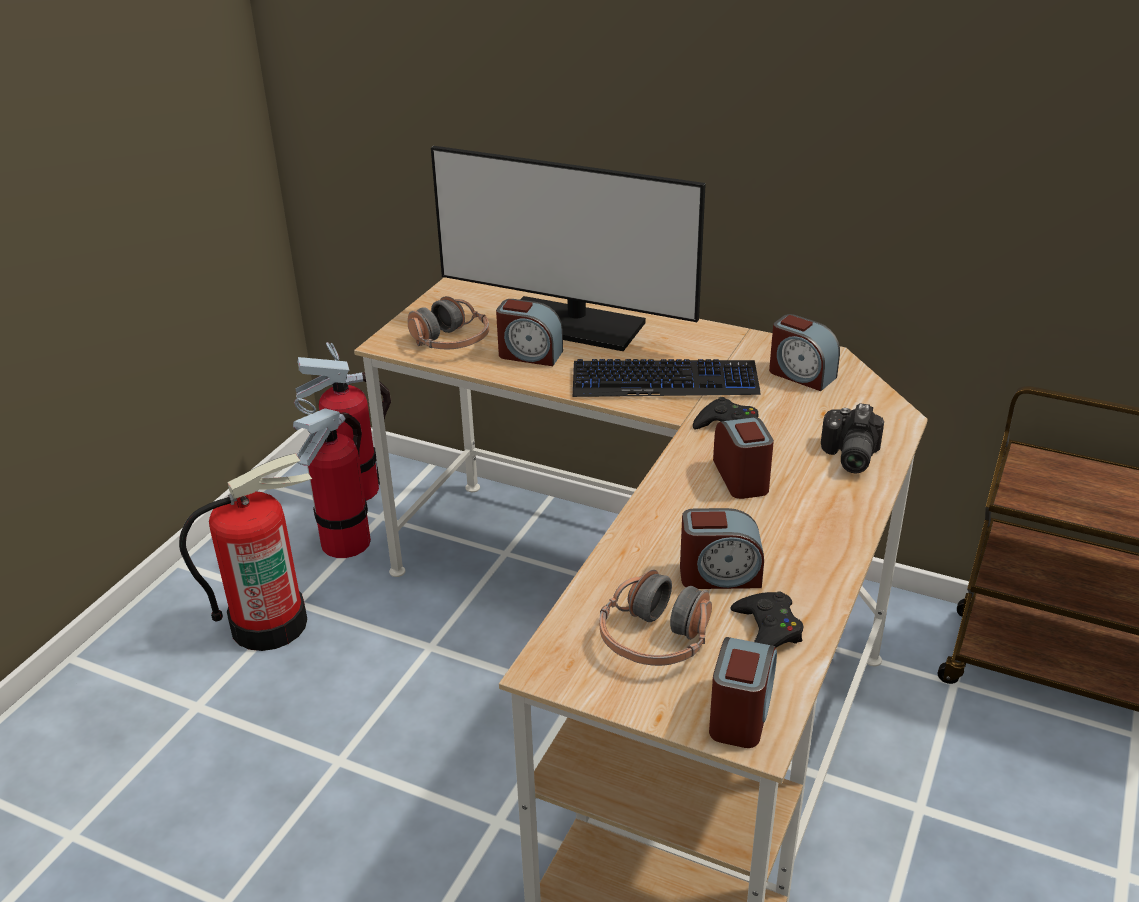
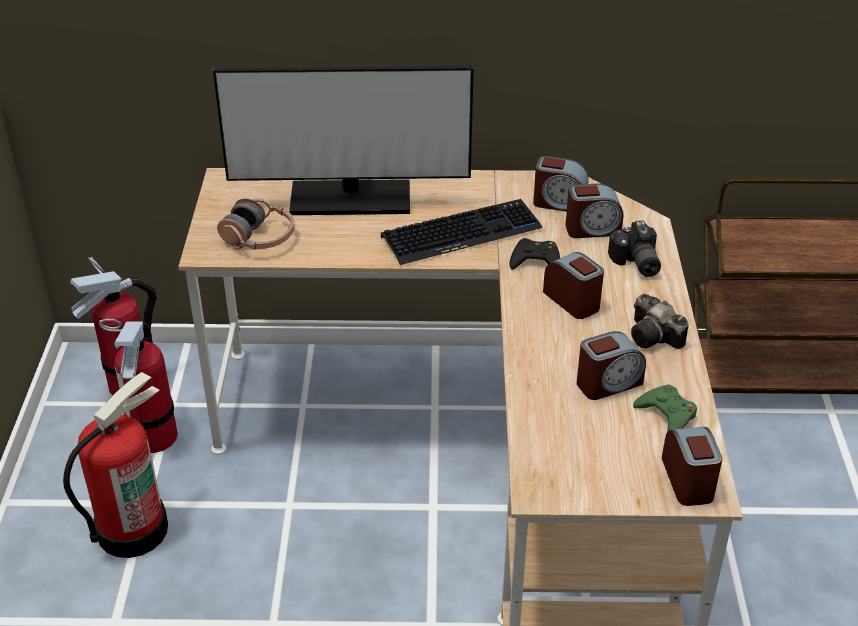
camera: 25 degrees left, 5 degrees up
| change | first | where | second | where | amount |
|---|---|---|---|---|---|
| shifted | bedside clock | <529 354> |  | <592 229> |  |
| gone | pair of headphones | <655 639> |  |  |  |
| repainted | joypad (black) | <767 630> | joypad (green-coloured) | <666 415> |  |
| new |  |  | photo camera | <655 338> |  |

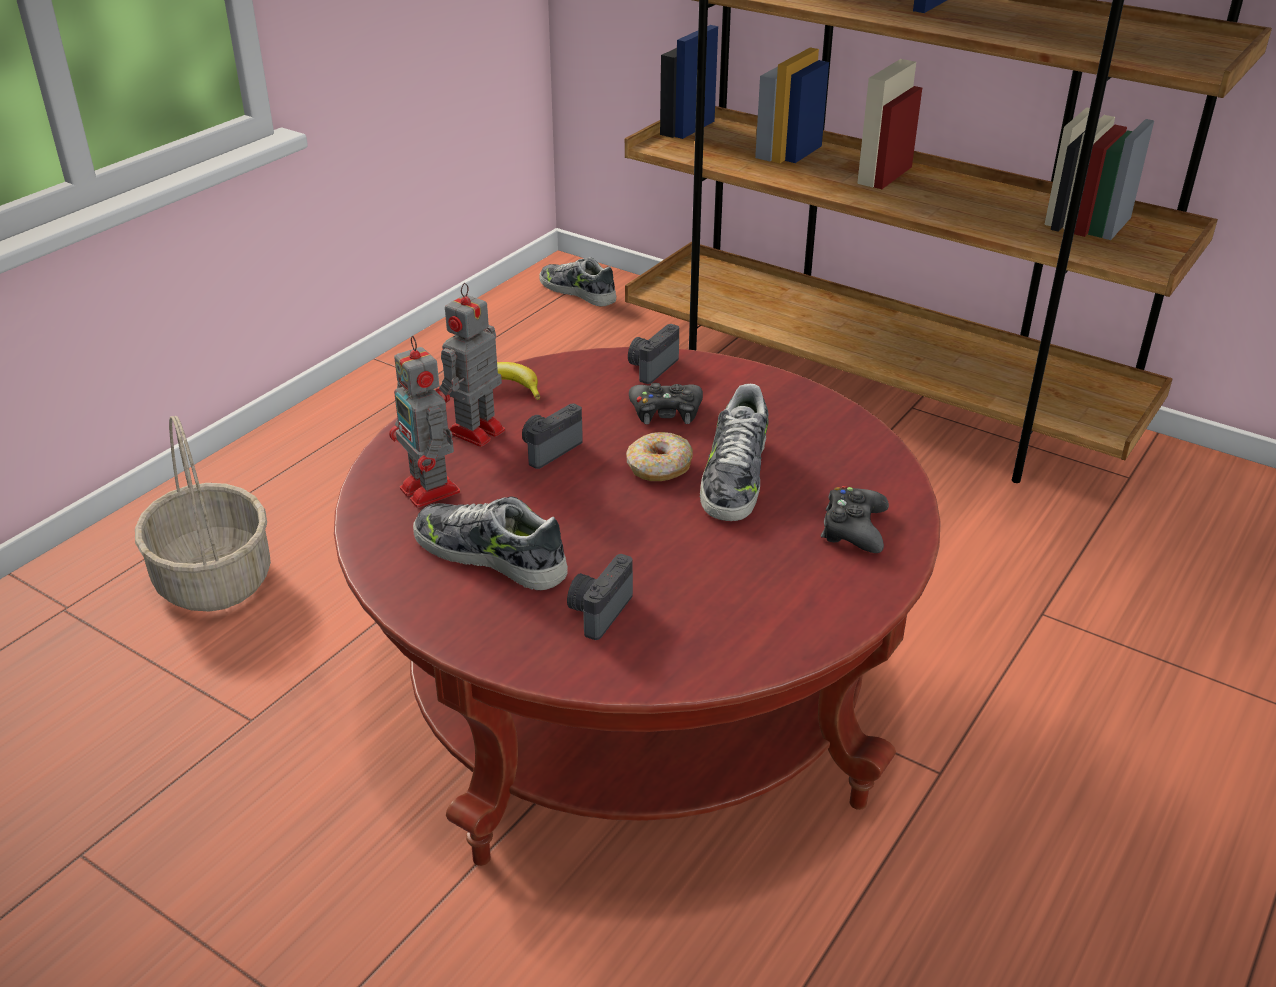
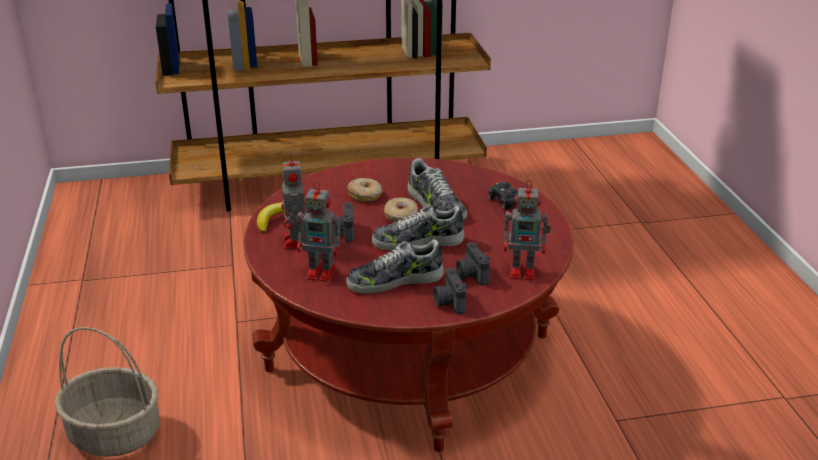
camera: 45 degrees left, 5 degrees down
| change | first | where | second | where | amount |
|---|---|---|---|---|---|
| shifted | shoe | <578 291> |  | <418 241> |  |
| shifted | photo camera | <651 367> |  | <448 302> |  |
| swapped | joypad (black) | <666 411> | ring doughnut | <365 195> |  |
| new |  |  | model robot | <524 271> |  |

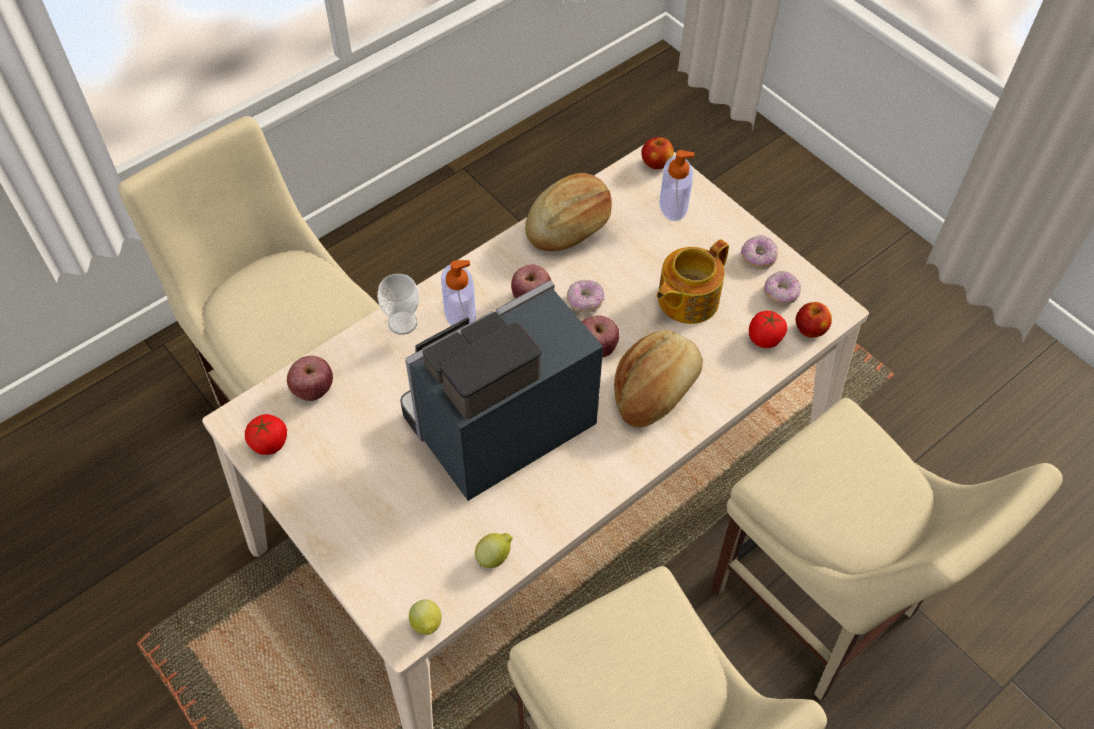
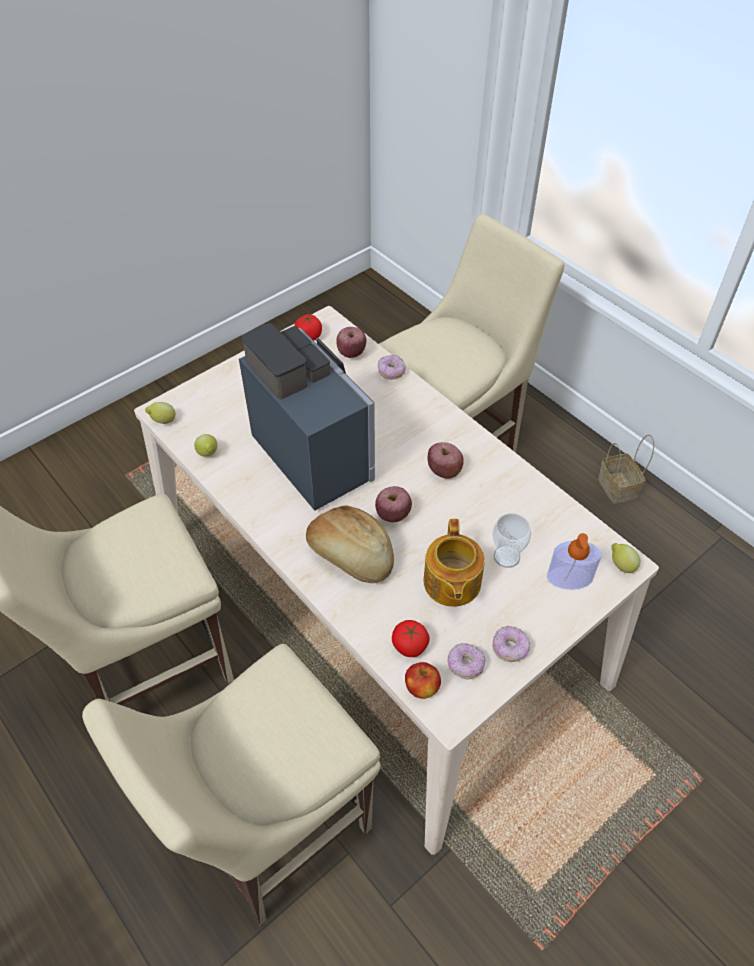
camera: 90 degrees right, 5 degrees down
| change | first | where | second | where | amount |
|---|---|---|---|---|---|
| swapped | apple | <656 163> | lemon | <621 565> |  |
| gone | bread | <569 225> |  |  |  |
| rotated | teapot | <686 299> |  | <451 583> | 135 degrees counterclockwise |
| gone | soap bottle | <460 312> |  |  |  |
| shifted | small cup | <402 323> |  | <506 557> |  |
| shifted | ring doughnut | <585 301> |  | <391 372> |  |
| new |  |  | storage basket | <618 488> |  |

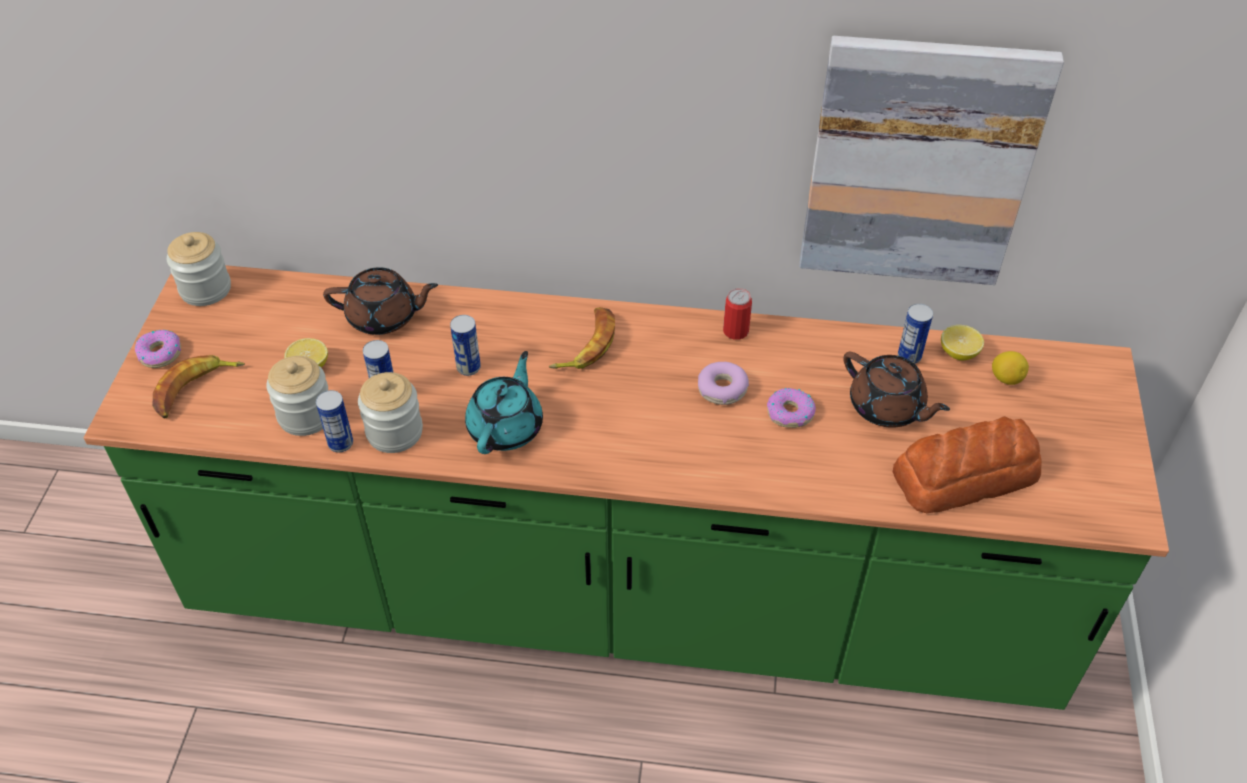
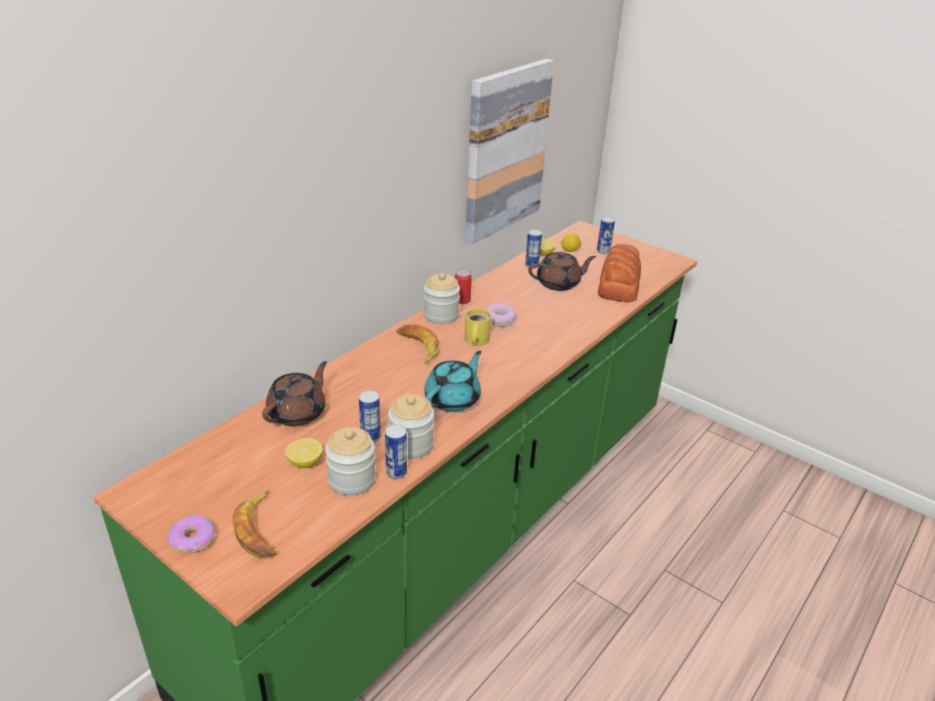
camera: 60 degrees left, 15 degrees down
| change | first | where | second | where | amount |
|---|---|---|---|---|---|
| shifted | preserve jar | <205 289> |  | <441 316> |  |
| shifted | metal can | <468 367> |  | <603 251> |  |
| rotated | teapot (blue-green) | <506 427> |  | <453 399> | 75 degrees clockwise |
| gone | ring doughnut | <790 413> |  |  |  |
| new |  |  | tea mug (yellow) | <475 340> |  |

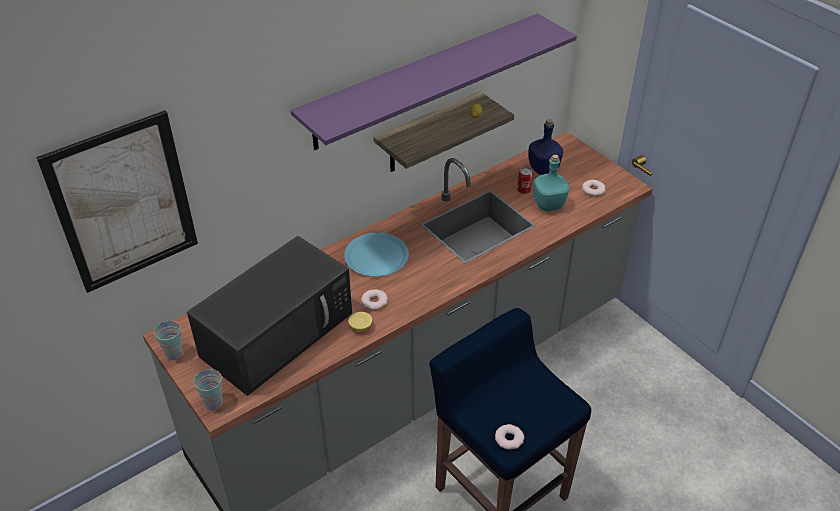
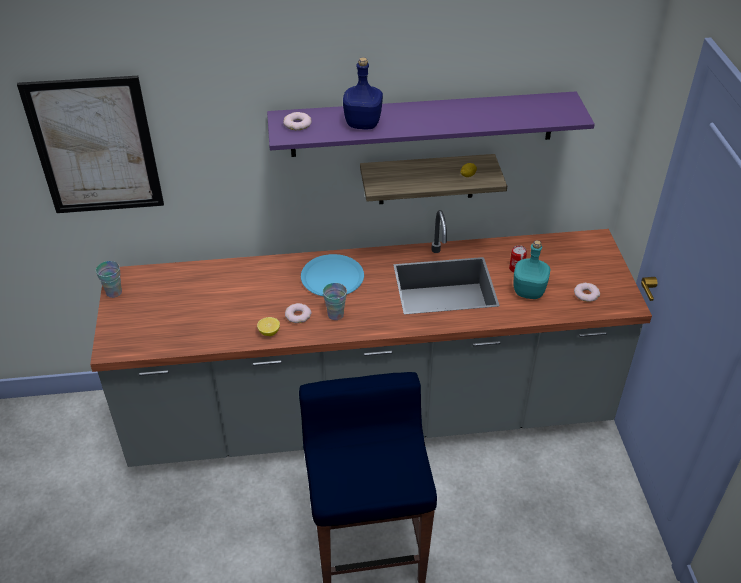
camera: 30 degrees right, 0 degrees up
| change | first | where | second | where | amount |
|---|---|---|---|---|---|
| shifted | bottle (blue) | <544 169> |  | <363 124> |  |
| gone | microwave (black) | <278 332> |  |  |  |
| shifted | small cup | <213 403> |  | <335 314> |  |
| shifted | ring doughnut | <509 439> |  | <297 124> |  |

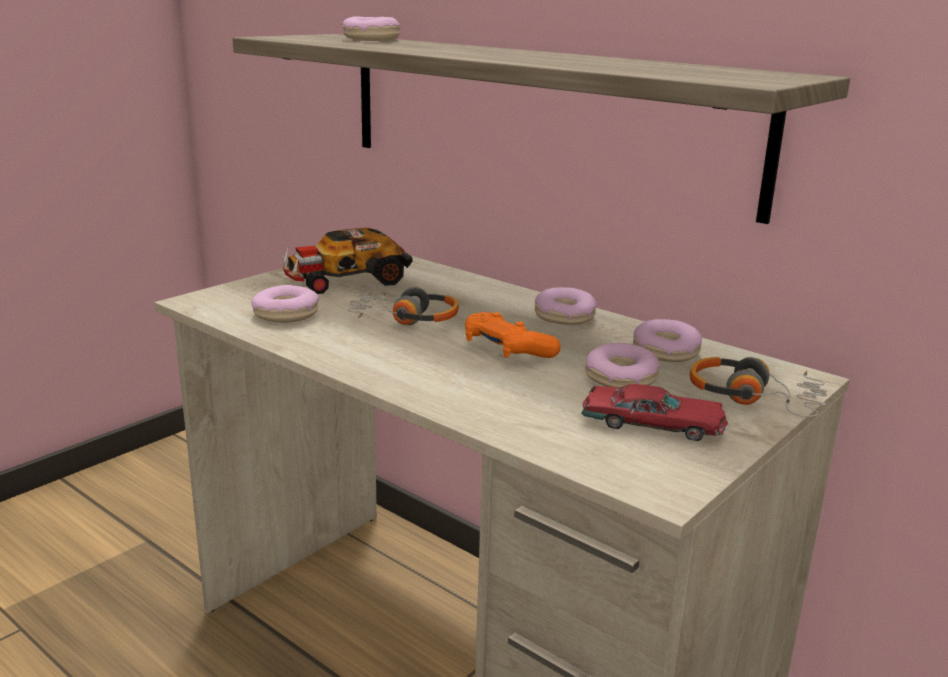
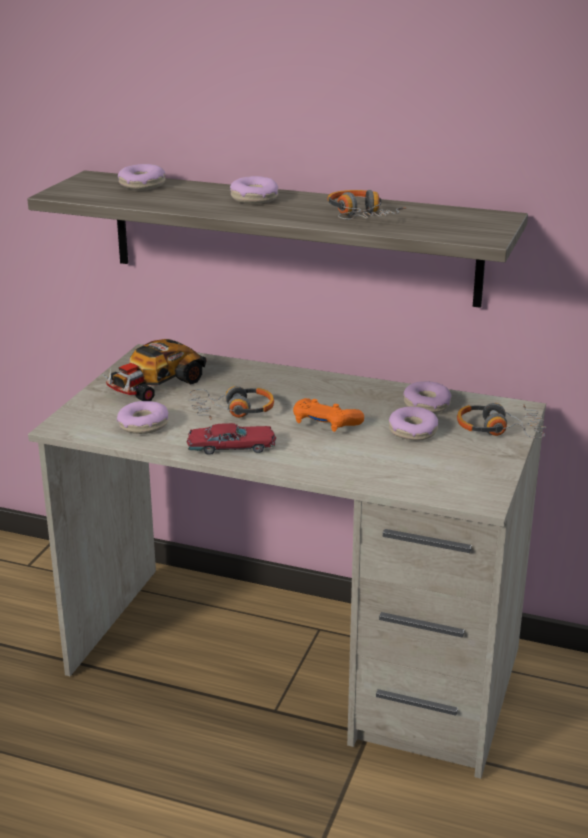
camera: 20 degrees left, 5 degrees up
| change | first | where | second | where | amount |
|---|---|---|---|---|---|
| shifted | ring doughnut | <564 317> |  | <254 199> |  |
| shifted | toy car (red-coloured) | <652 424> |  | <231 447> |  |
| new |  |  | pair of headphones | <360 216> |  |

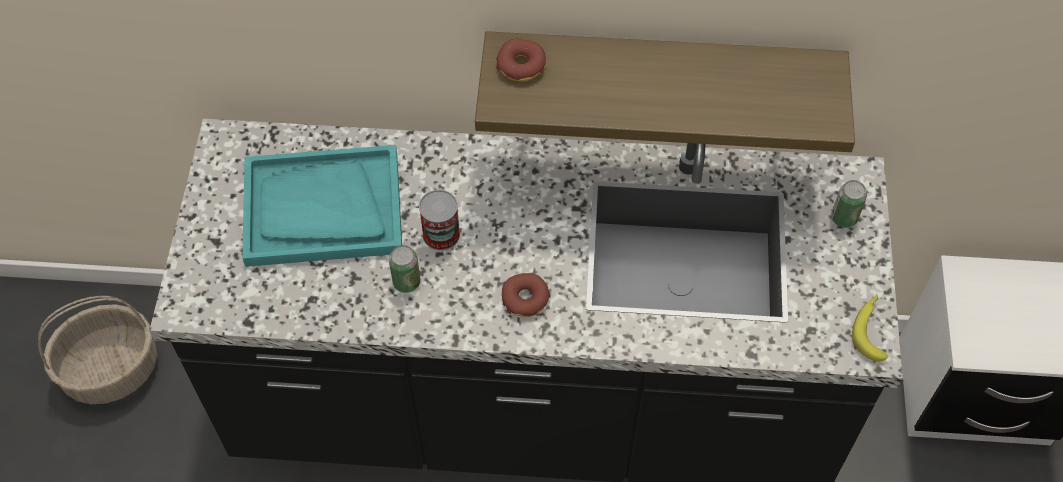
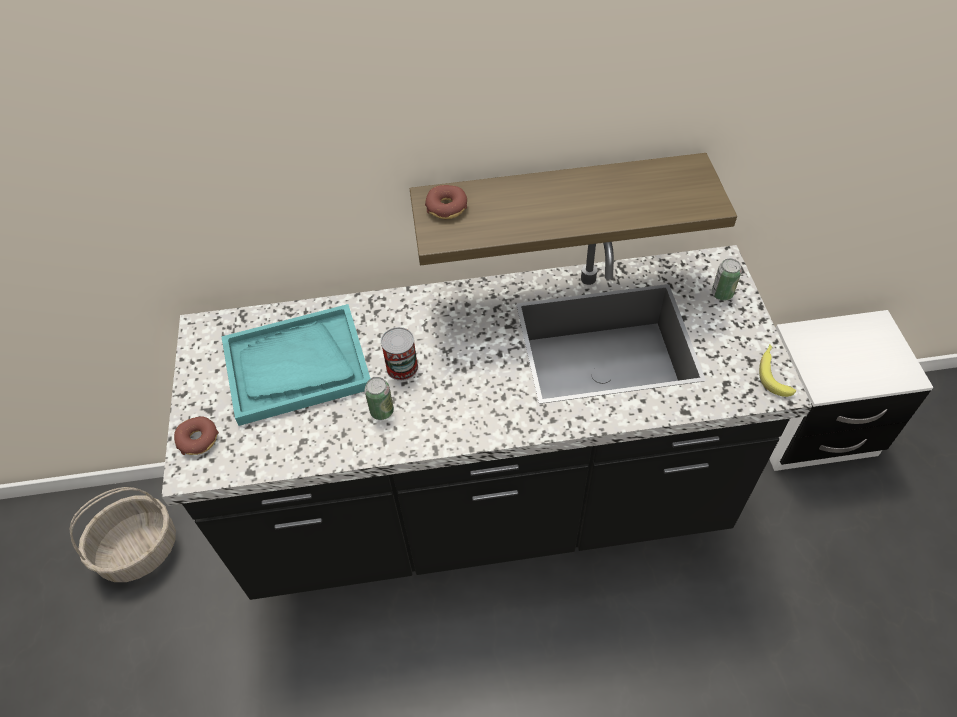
camera: 10 degrees left, 5 degrees down
| change | first | where | second | where | amount |
|---|---|---|---|---|---|
| shifted | ring doughnut | <525 299> |  | <198 439> |  |

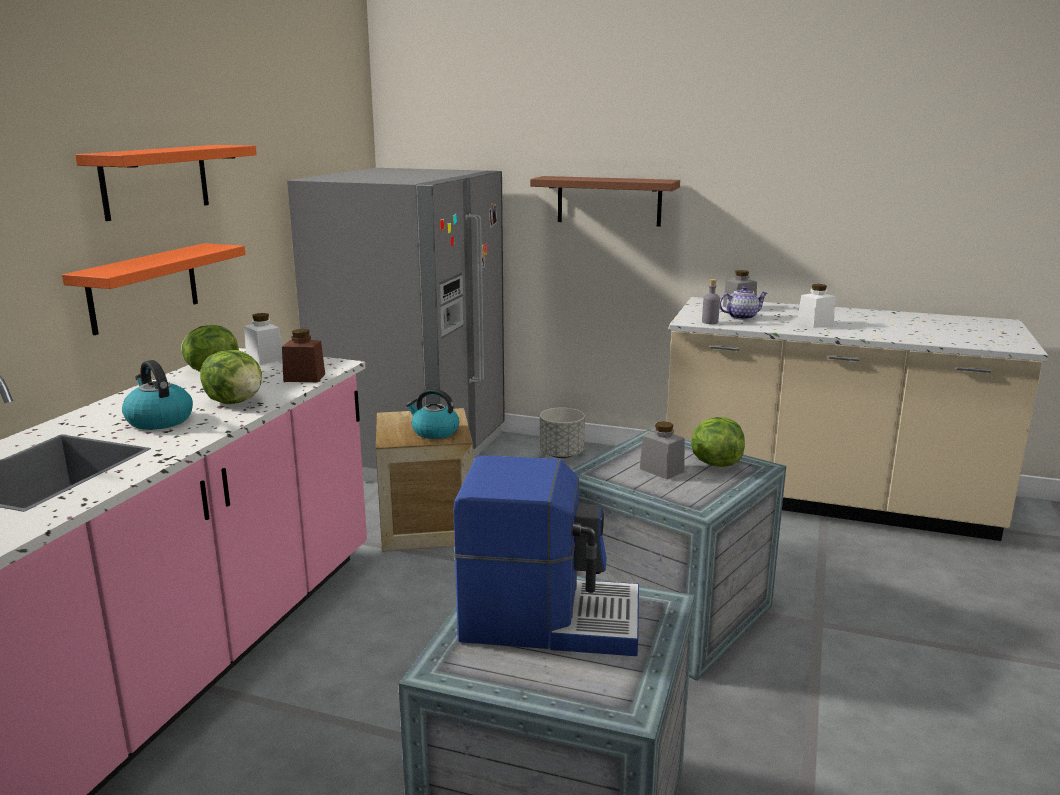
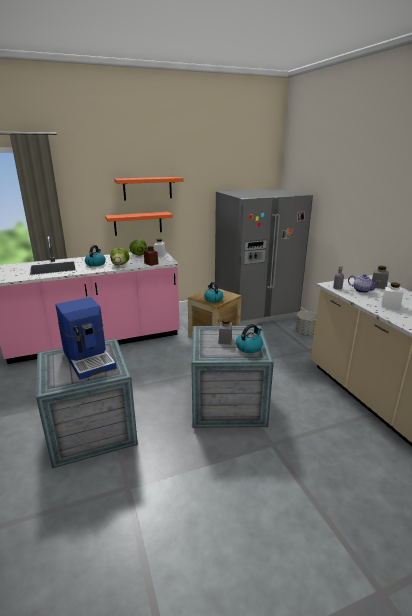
camera: 50 degrees right, 5 degrees up
| change | first | where | second | where | amount |
|---|---|---|---|---|---|
| gone | shelf (brown) | <609 201> |  |  |  |
| swapped | head of lettuce | <715 463> | water kettle | <249 347> |  |

